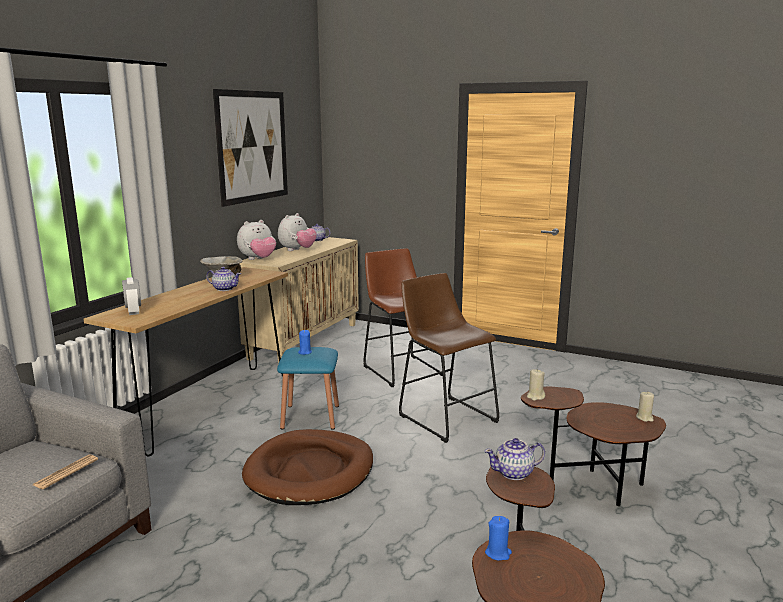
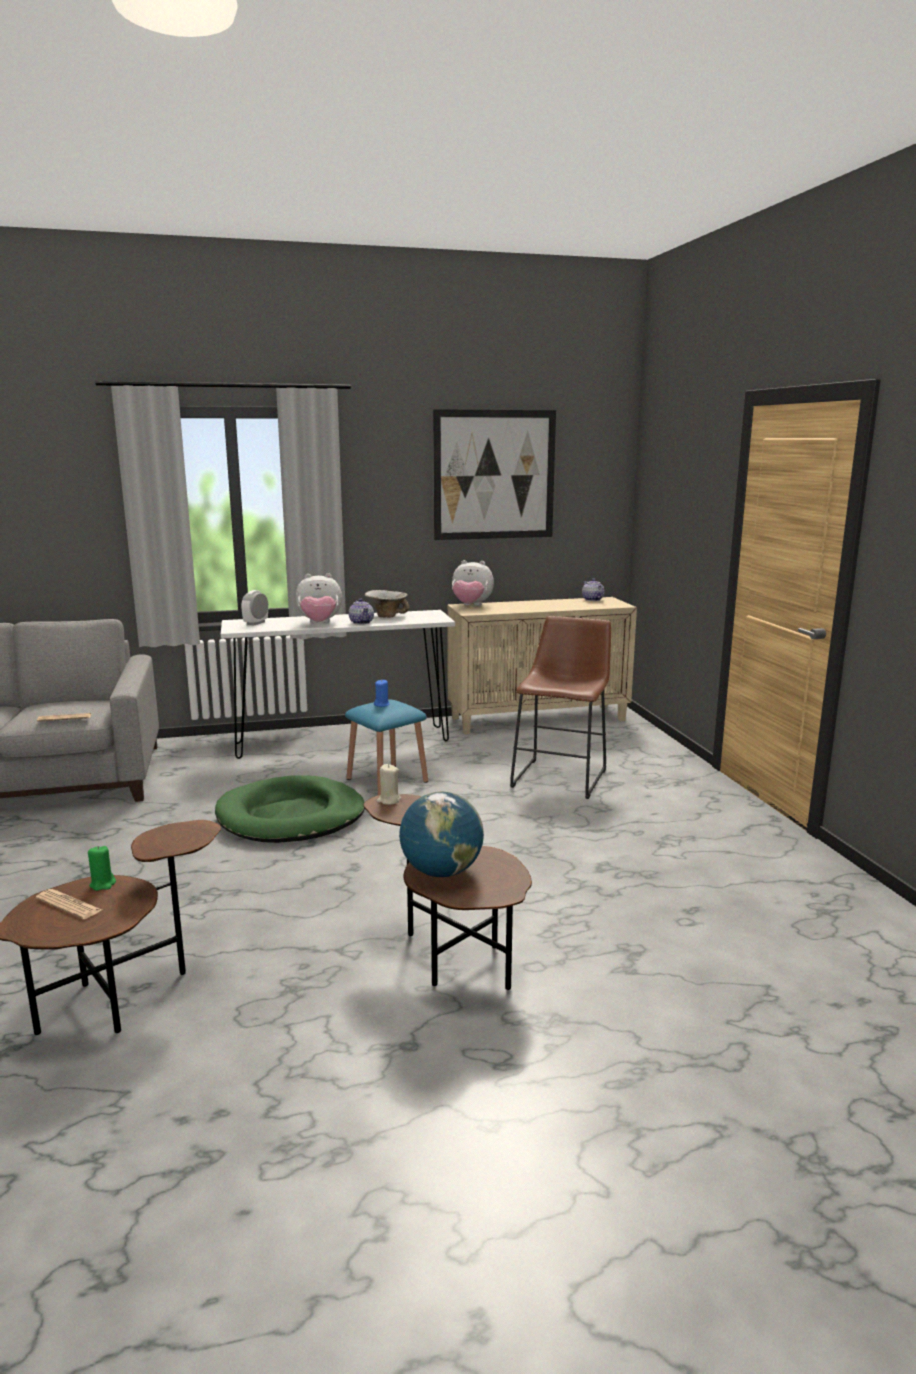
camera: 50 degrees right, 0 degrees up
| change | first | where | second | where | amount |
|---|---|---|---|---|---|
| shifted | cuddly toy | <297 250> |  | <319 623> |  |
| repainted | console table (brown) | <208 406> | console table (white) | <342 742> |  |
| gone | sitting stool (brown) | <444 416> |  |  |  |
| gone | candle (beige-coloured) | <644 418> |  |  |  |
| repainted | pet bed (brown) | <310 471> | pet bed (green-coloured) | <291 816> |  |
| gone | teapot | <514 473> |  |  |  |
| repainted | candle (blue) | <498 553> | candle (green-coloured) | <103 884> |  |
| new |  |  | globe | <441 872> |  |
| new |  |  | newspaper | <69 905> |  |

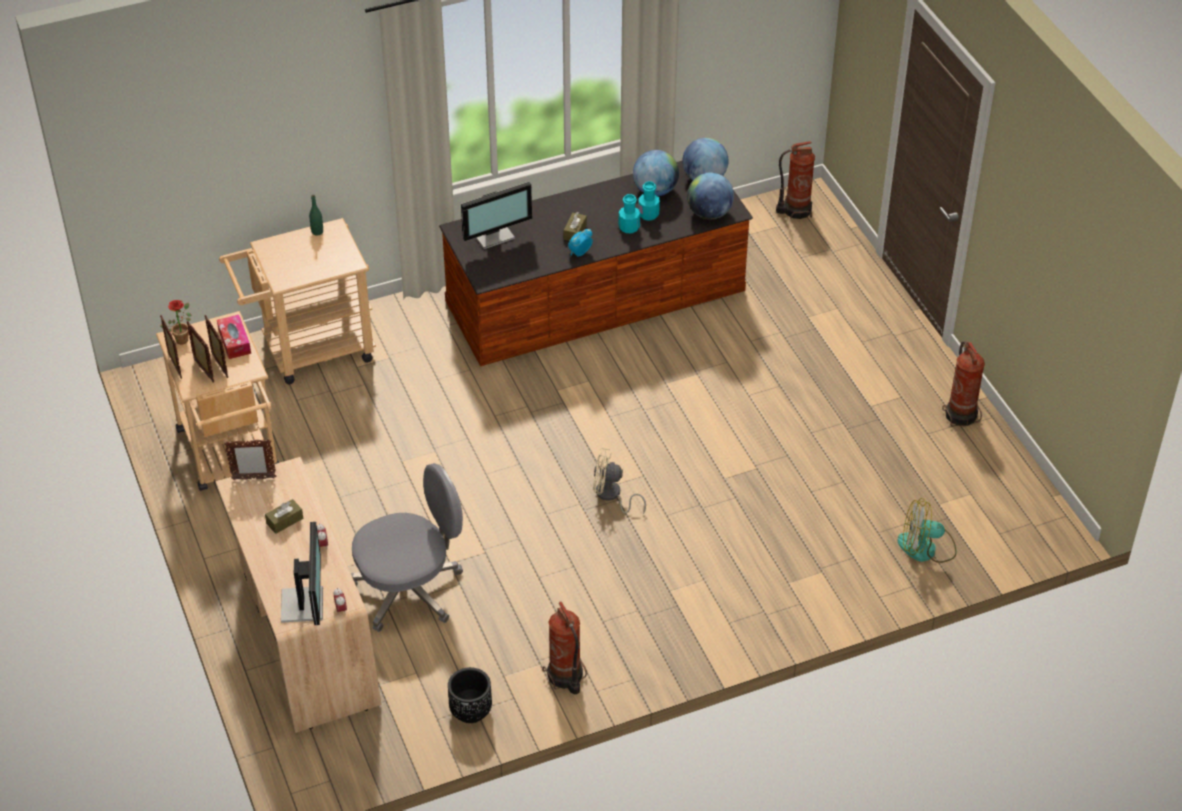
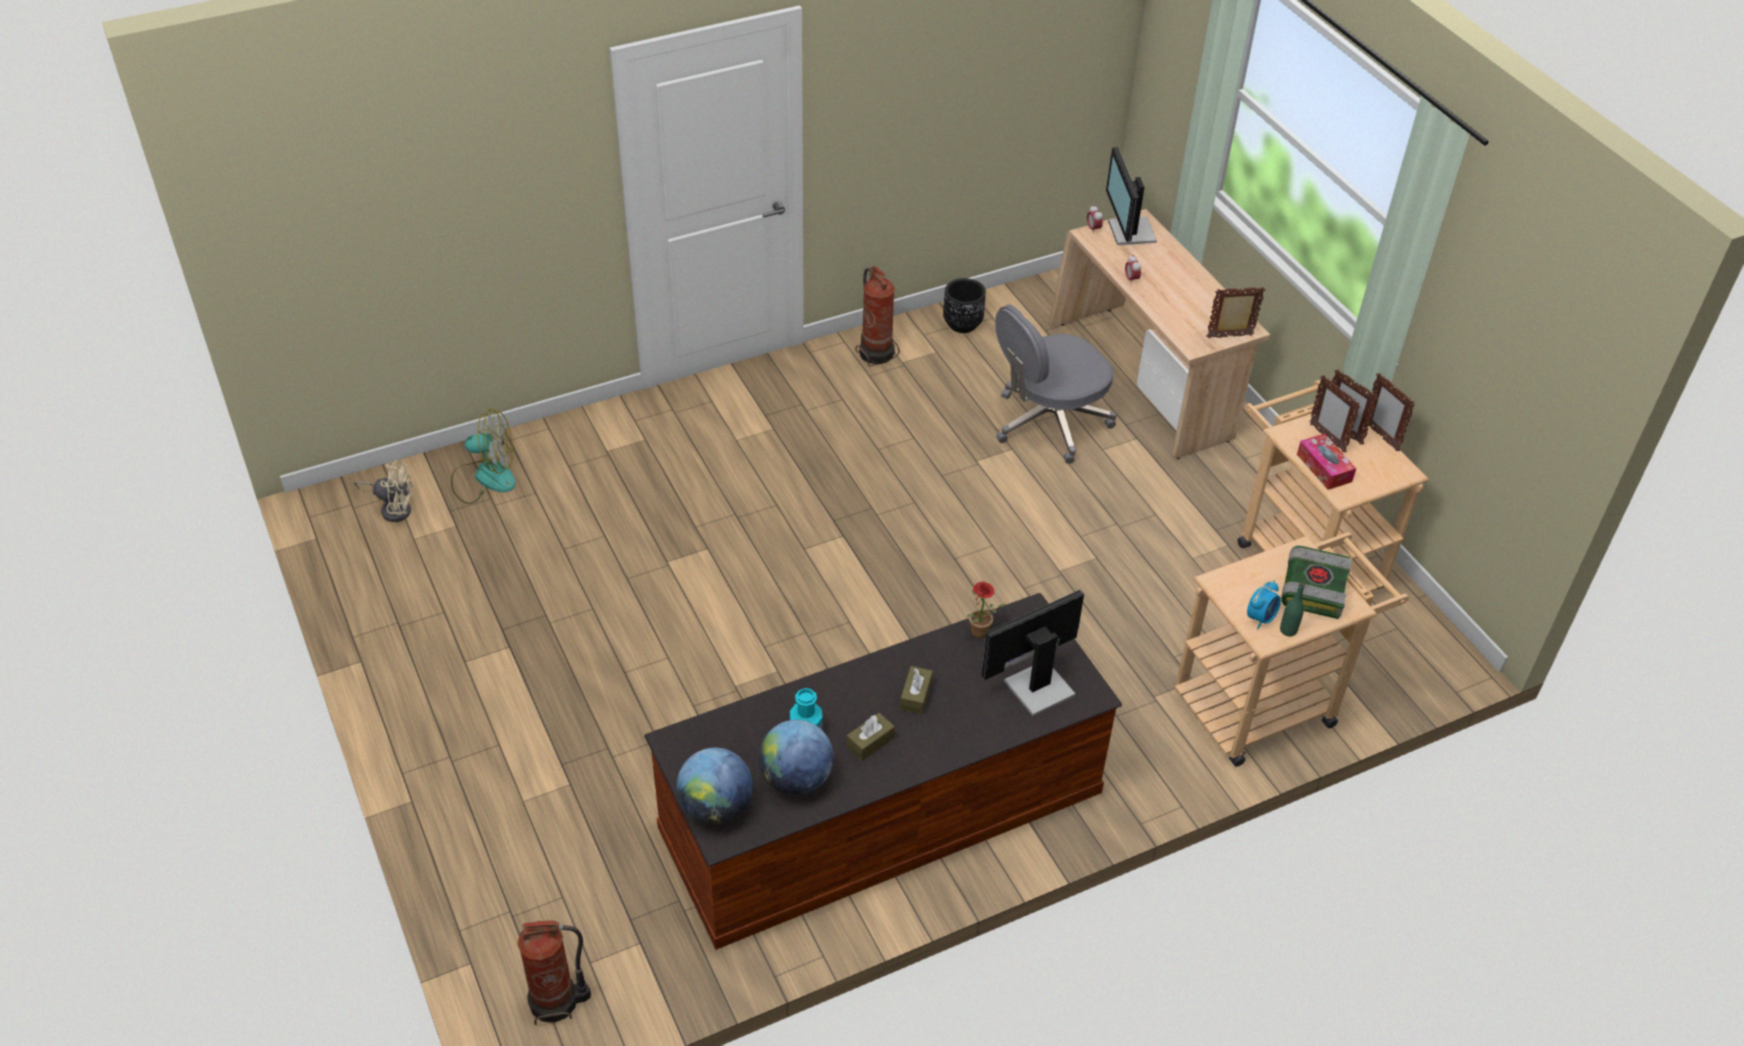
camera: 175 degrees right, 0 degrees up
| change | first | where | second | where | amount |
|---|---|---|---|---|---|
| gone | globe | <709 213> |  |  |  |
| gone | bottle (blue-green) | <629 227> |  |  |  |
| shifted | bedside clock | <579 253> |  | <1260 618> |  |
| shifted | plant in a pot | <182 338> |  | <979 635> |  |
| gone | extinguisher | <960 414> |  |  |  |
| shifted | cooling fan (beige-coloured) | <611 496> |  | <393 508> |  |
| shifted | box of tissues (brown) | <284 521> |  | <870 742> |  |
| new |  |  | bound book | <1313 587> |  |

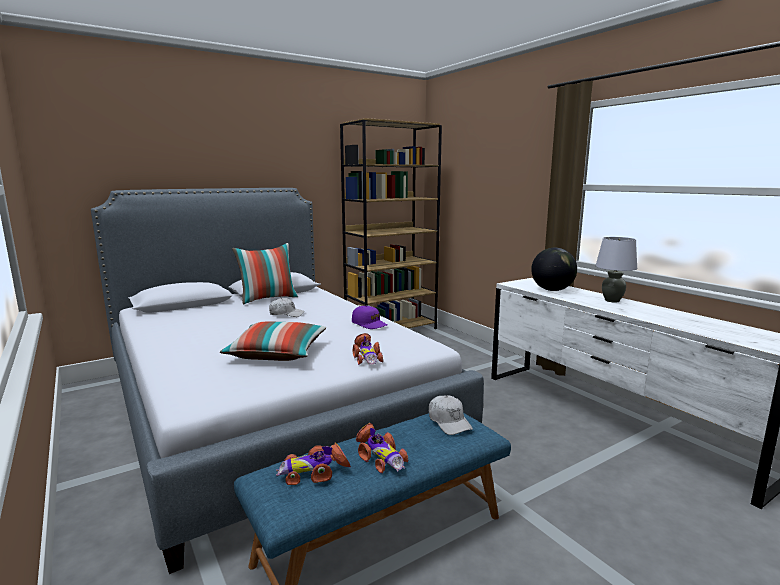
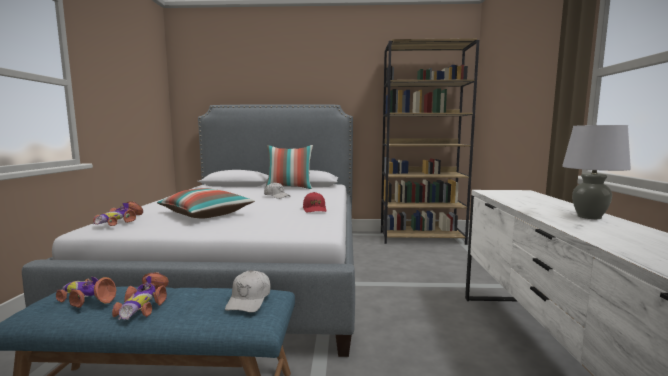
camera: 35 degrees right, 5 degrees down
| change | first | where | second | where | amount |
|---|---|---|---|---|---|
| gone | globe | <552 290> |  |  |  |
| repainted | cap (purple) | <369 324> | cap (red-coloured) | <314 209> |  |
| shifted | toy car | <367 357> |  | <118 221> |  |

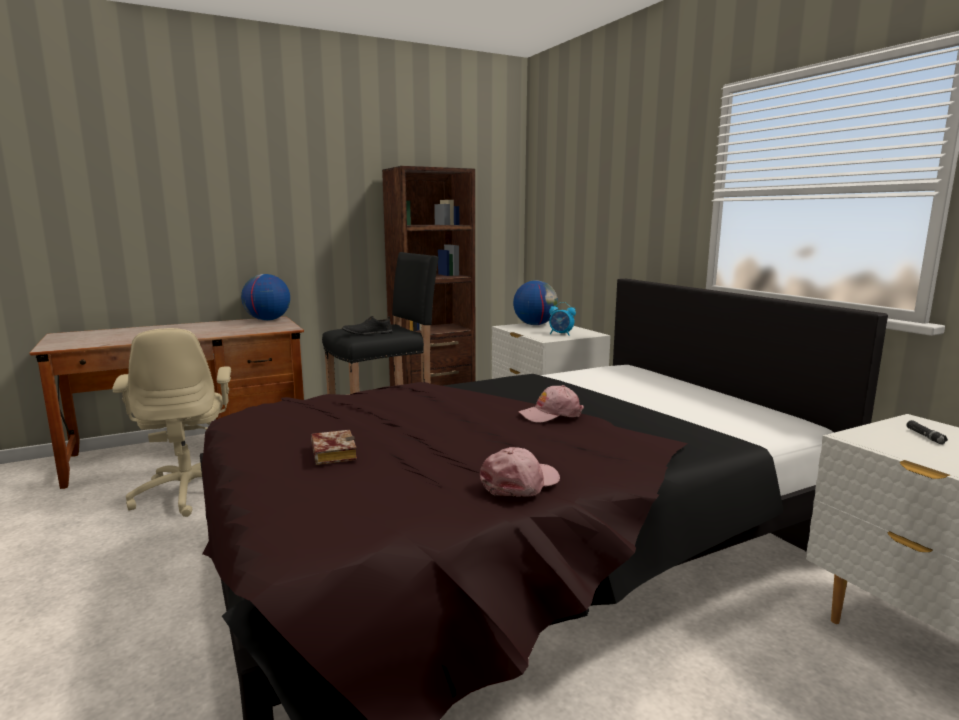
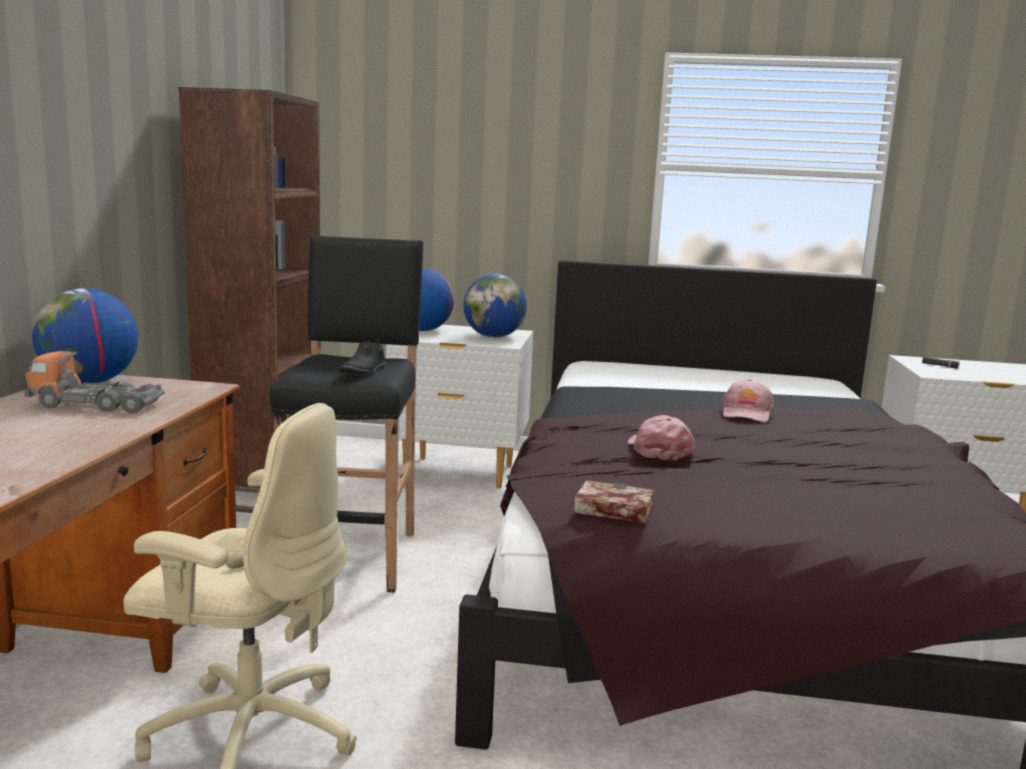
camera: 55 degrees left, 0 degrees up
| change | first | where | second | where | amount |
|---|---|---|---|---|---|
| swapped | bedside clock | <561 334> | globe | <494 337> |  |
| shifted | bound book | <331 452> |  | <610 510> |  |
| shifted | cap (pink-coloured) | <520 483> |  | <658 449> |  |
| new |  |  | toy truck | <96 405> |  |

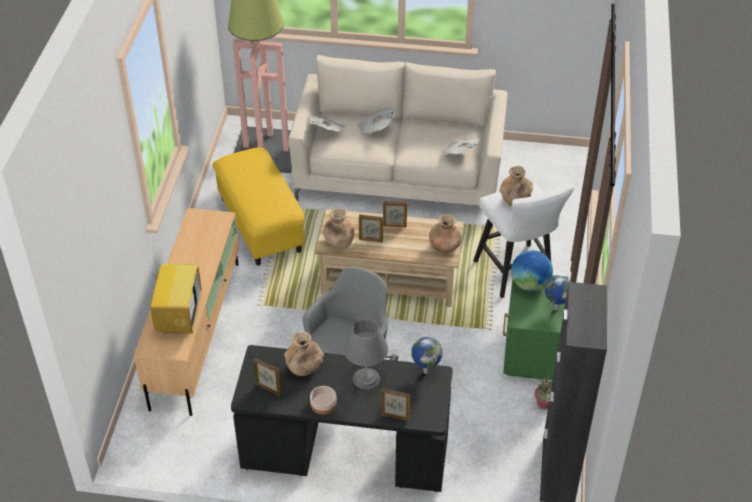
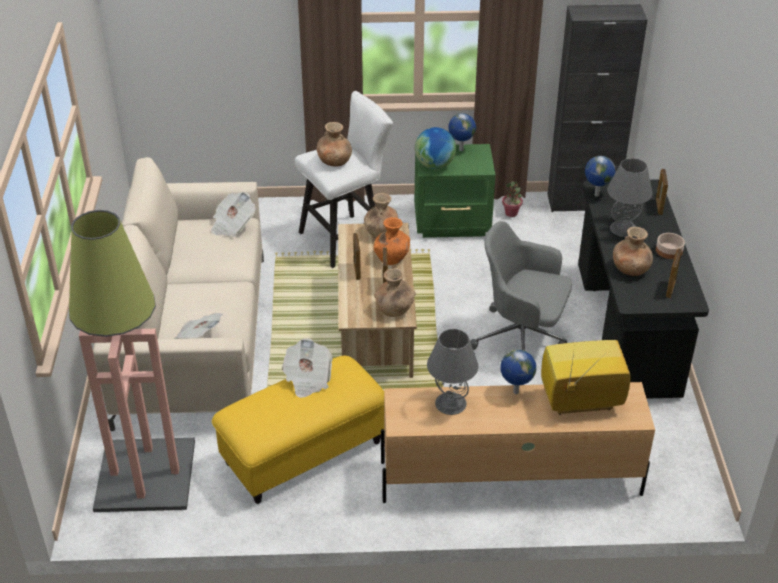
camera: 100 degrees left, 5 degrees down
| change | first | where | second | where | amount |
|---|---|---|---|---|---|
| shifted | newspaper | <375 129> |  | <307 379> |  |
| new |  |  | vase (orangey) | <391 257> |  |
| new |  |  | lamp for a table (greyish) | <451 403> |  |
| new |  |  | globe | <515 392> |  |

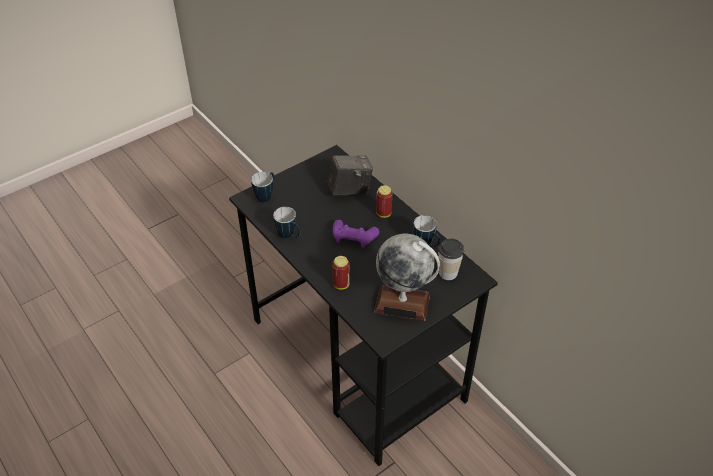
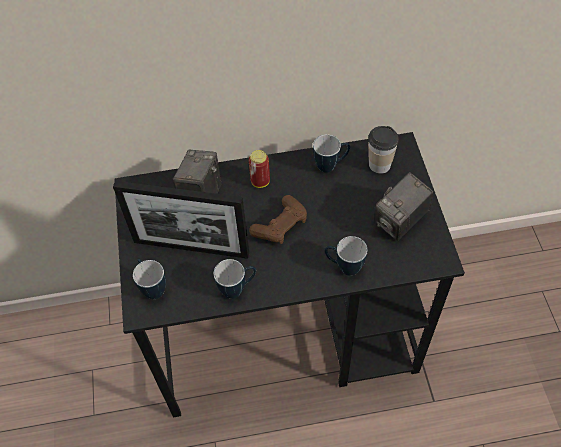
camera: 60 degrees left, 10 degrees up
| change | first | where | second | where | amount |
|---|---|---|---|---|---|
| repainted | joypad (purple) | <353 238> | joypad (brown) | <280 225> |  |
| swapped | globe | <402 303> | photo camera | <400 222> |  |
| swapped | metal can | <341 284> | tea mug | <344 267> |  |
| new |  |  | photo frame | <191 247> |  |

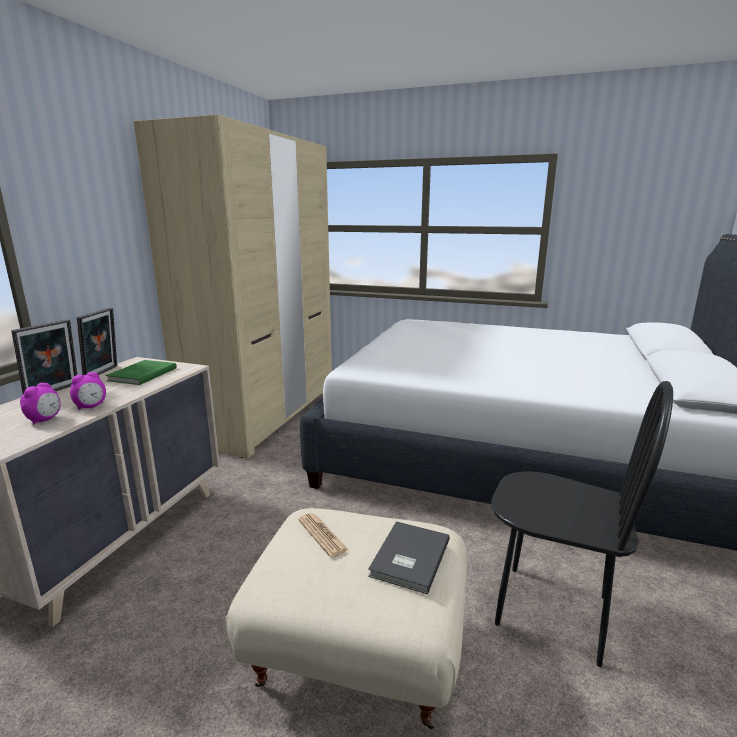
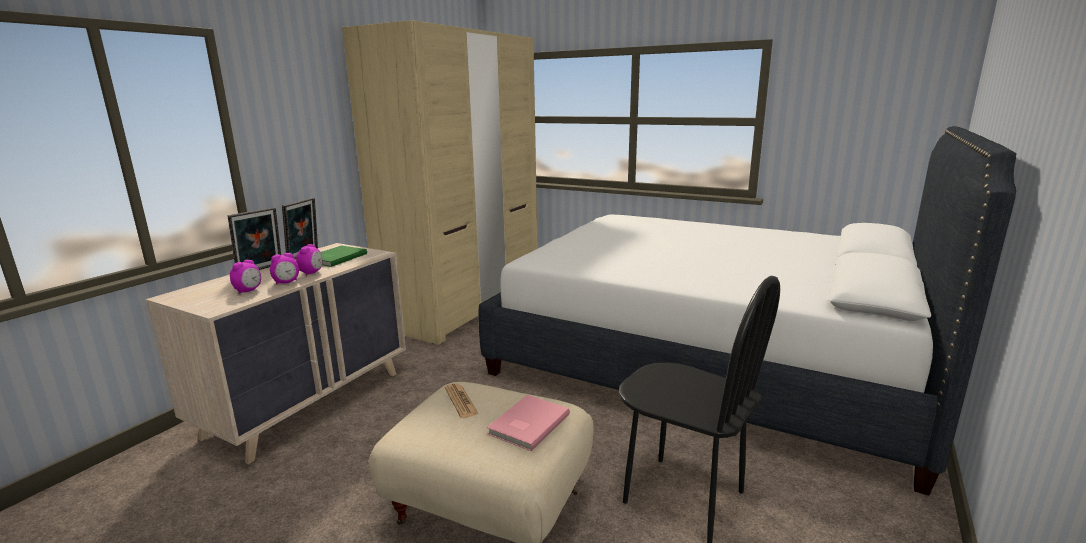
camera: 10 degrees right, 0 degrees up
| change | first | where | second | where | amount |
|---|---|---|---|---|---|
| repainted | bound book (greyish) | <407 558> | bound book (pink-coloured) | <526 424> |  |
| new |  |  | bedside clock | <312 273> |  |

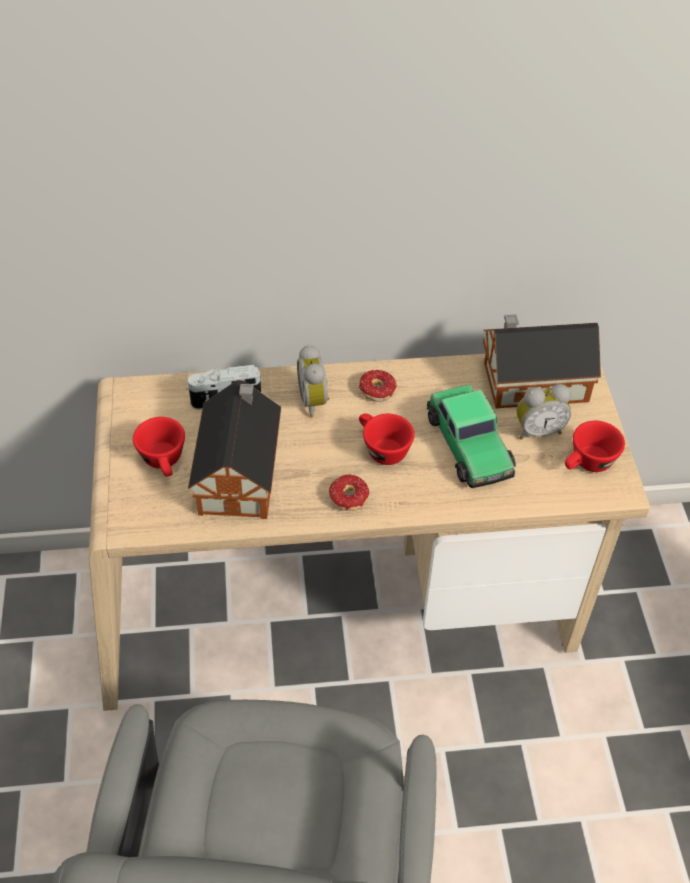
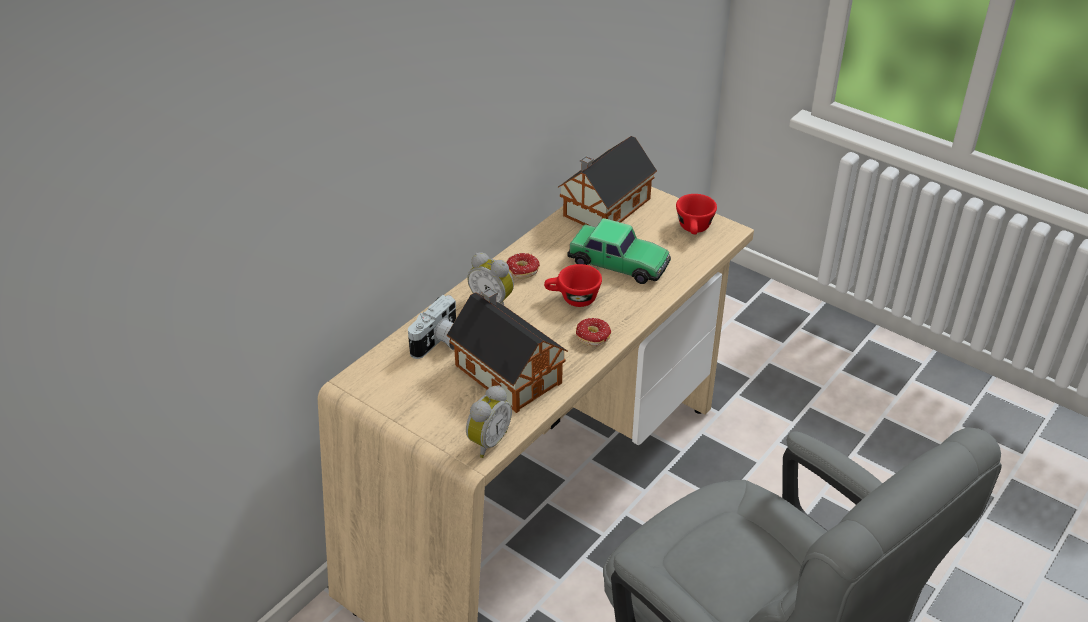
camera: 45 degrees left, 10 degrees down
| change | first | where | second | where | amount |
|---|---|---|---|---|---|
| shifted | bedside clock | <537 430> |  | <487 441> |  |
| gone | small cup (red-coloured) | <164 462> |  |  |  |

